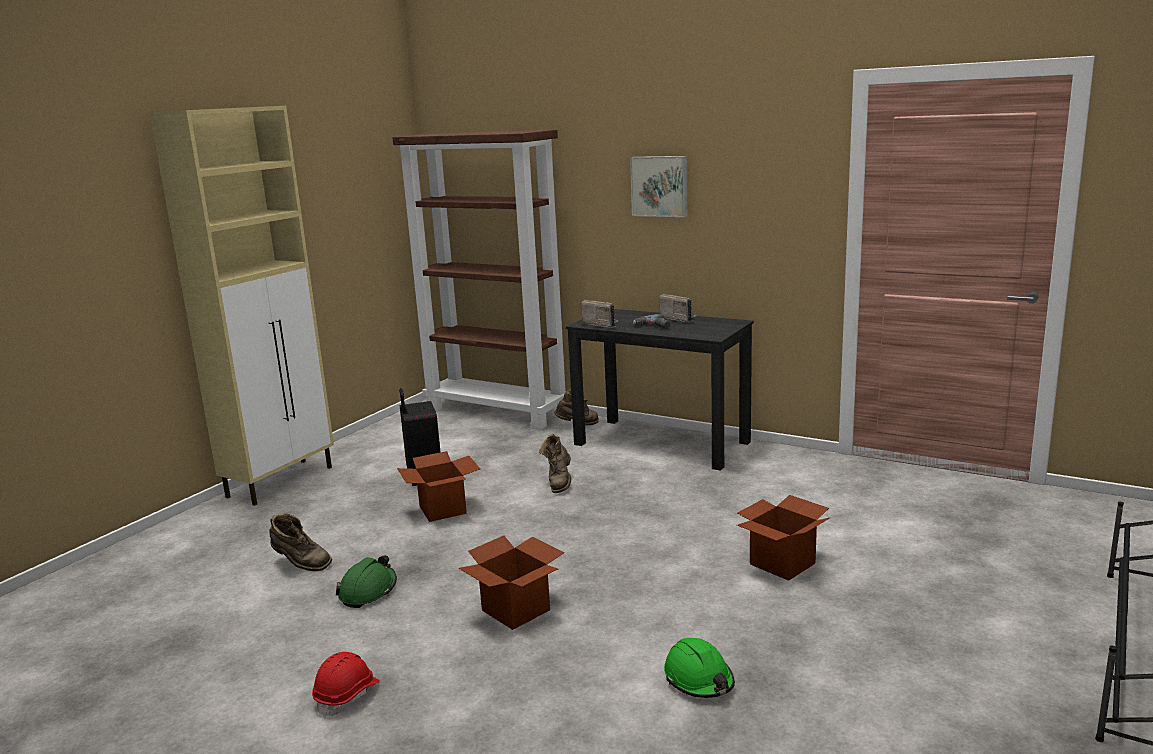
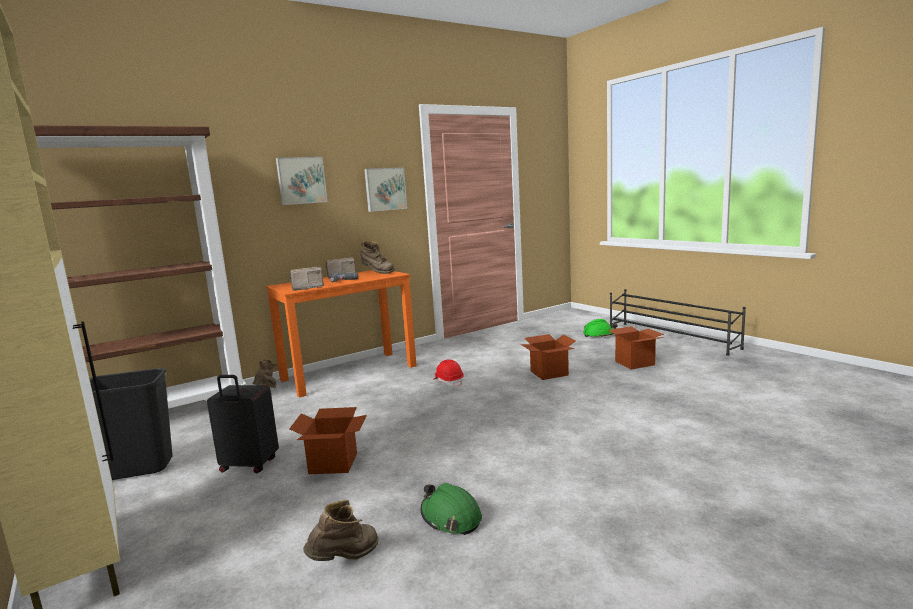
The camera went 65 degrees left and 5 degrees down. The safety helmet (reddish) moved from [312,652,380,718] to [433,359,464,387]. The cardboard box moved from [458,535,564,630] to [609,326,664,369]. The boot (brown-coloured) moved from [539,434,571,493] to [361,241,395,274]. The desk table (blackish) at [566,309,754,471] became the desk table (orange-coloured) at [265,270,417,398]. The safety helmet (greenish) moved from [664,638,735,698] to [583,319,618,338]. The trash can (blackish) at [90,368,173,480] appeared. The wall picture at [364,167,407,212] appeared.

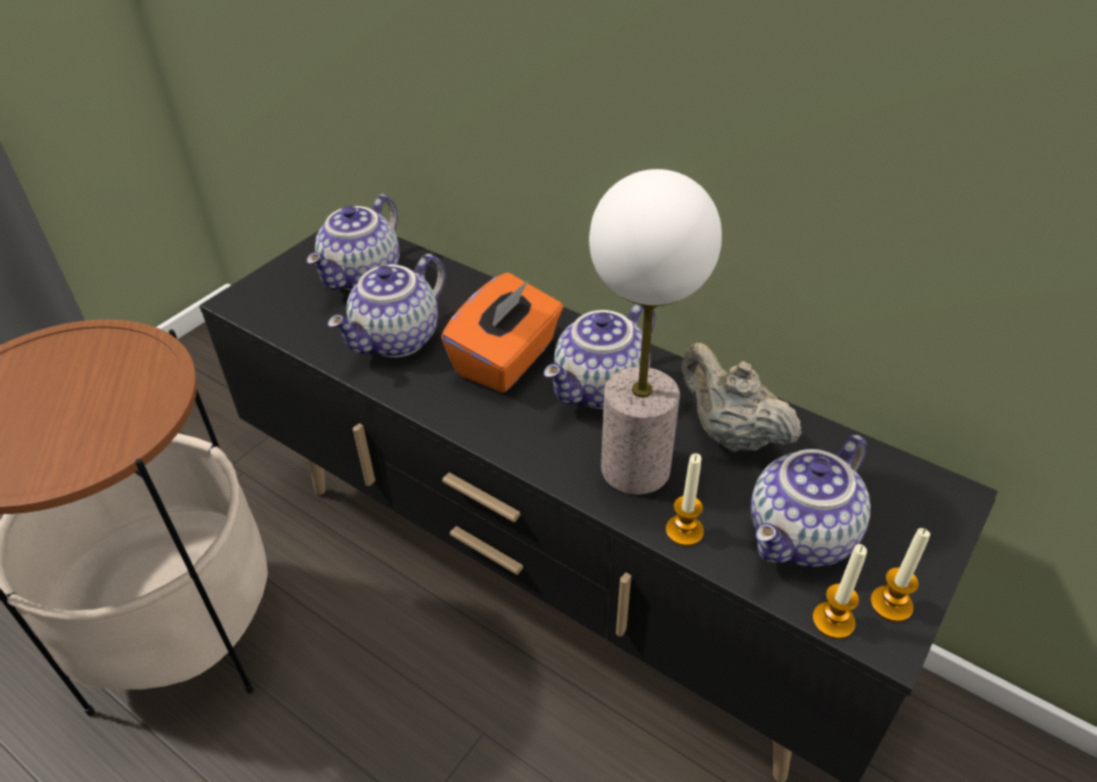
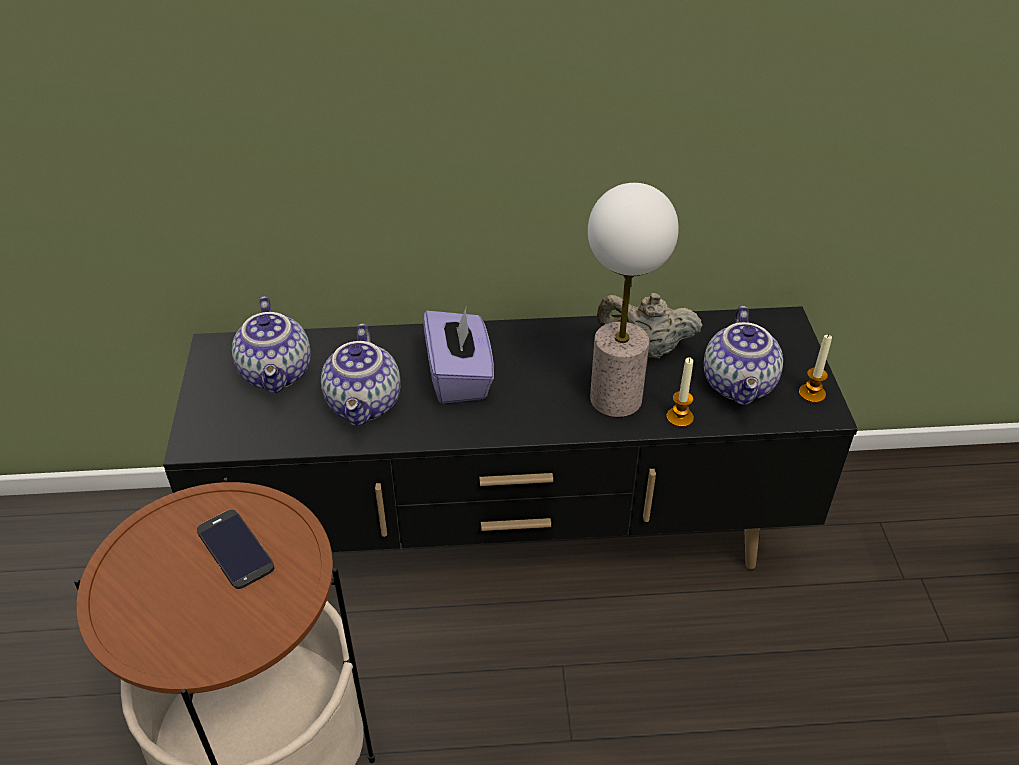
The camera went 40 degrees left and 0 degrees up. The tissue box (orange-coloured) at [441,272,563,393] became the tissue box (purple) at [423,308,494,404]. The pot for tea at [544,304,656,409] disappeared. The candle at [812,544,867,639] disappeared. The telephone at [197,510,275,589] appeared.

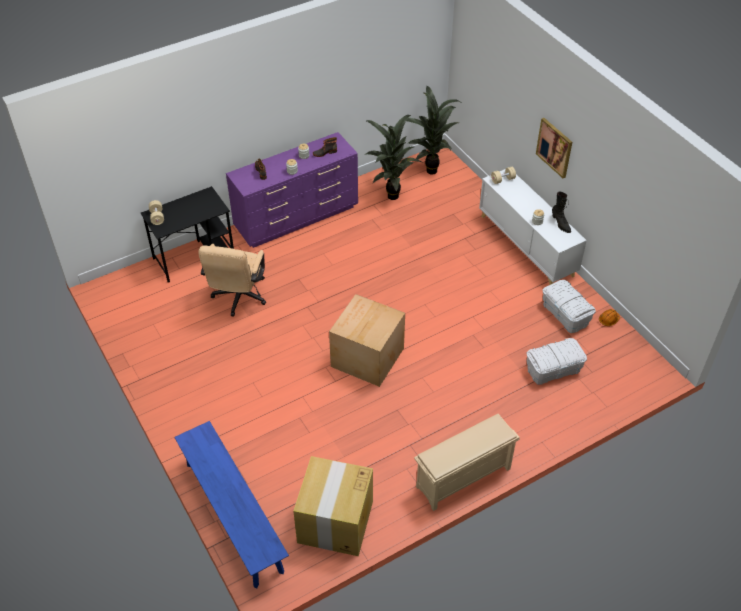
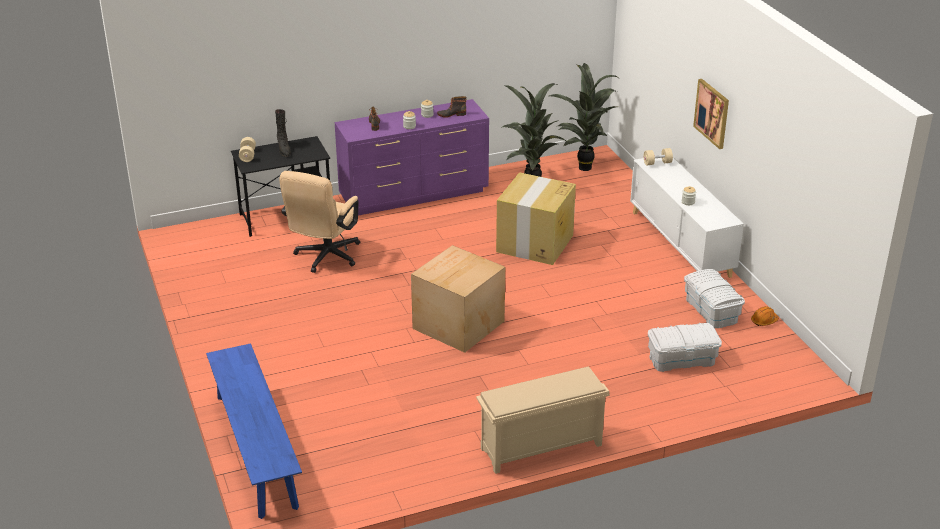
The camera went 10 degrees right and 15 degrees down. The cardboard box moved from [293,456,373,556] to [496,172,576,265]. The boot (blackish) moved from [552,192,571,233] to [275,109,291,157].

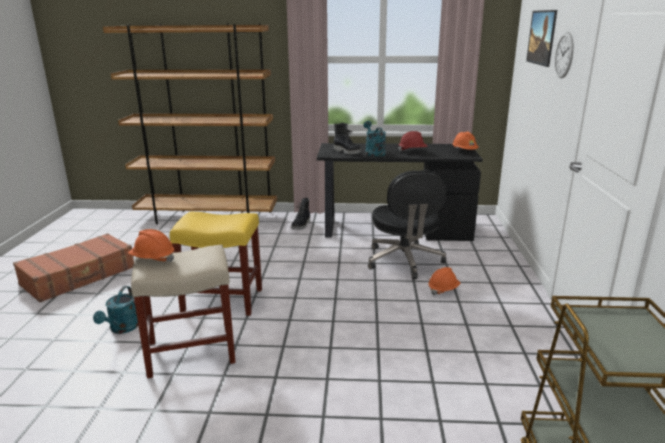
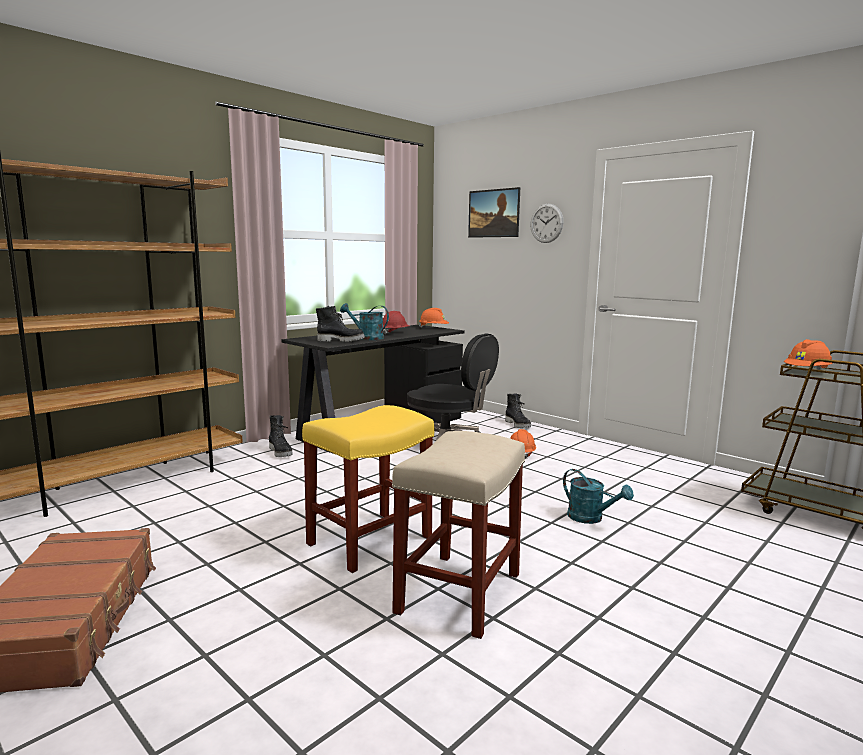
The camera went 50 degrees left and 10 degrees down. The sprinkling can (turquoise) moved from [93,286,138,334] to [563,469,634,524]. The safety helmet (orange-coloured) moved from [128,229,174,262] to [784,339,832,370]. The boot (blackish) at [505,393,531,428] appeared.

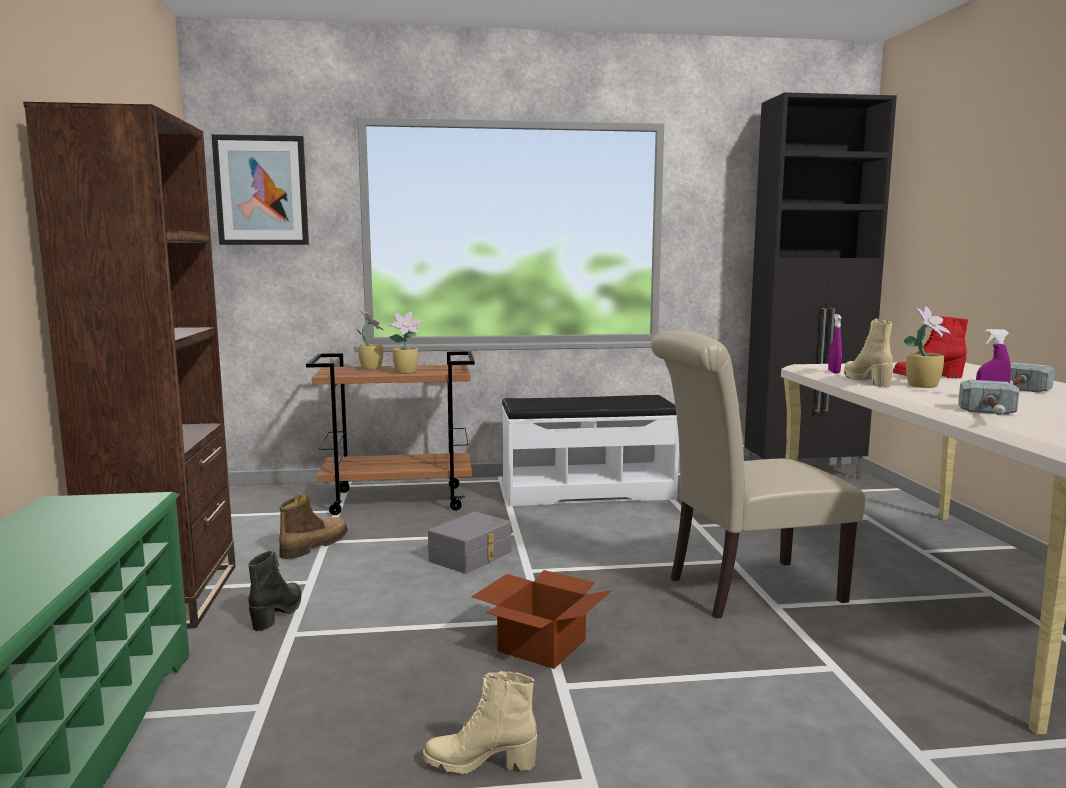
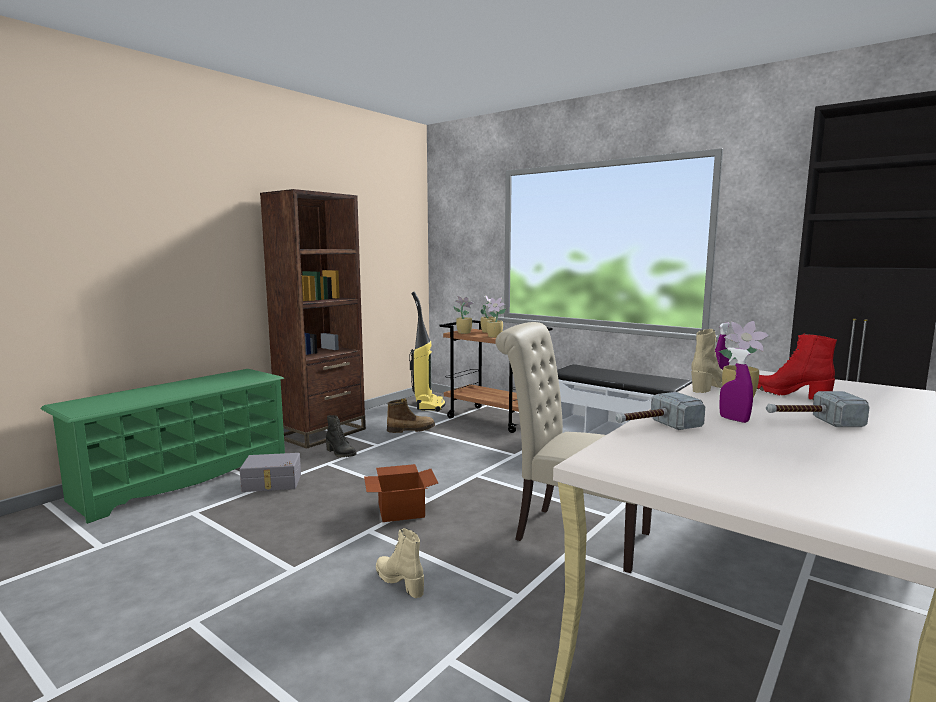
The camera went 45 degrees right and 0 degrees up. The wall picture at [211,134,309,245] disappeared. The boot (blackish) at [248,551,301,631] turned 75 degrees clockwise. The boot (sand-coloured) moved from [423,671,537,774] to [376,528,424,598]. The storage box (greyish) moved from [428,512,511,574] to [240,453,301,492]. The hoover at [409,292,446,411] appeared. The houseplant at [453,296,473,334] appeared.

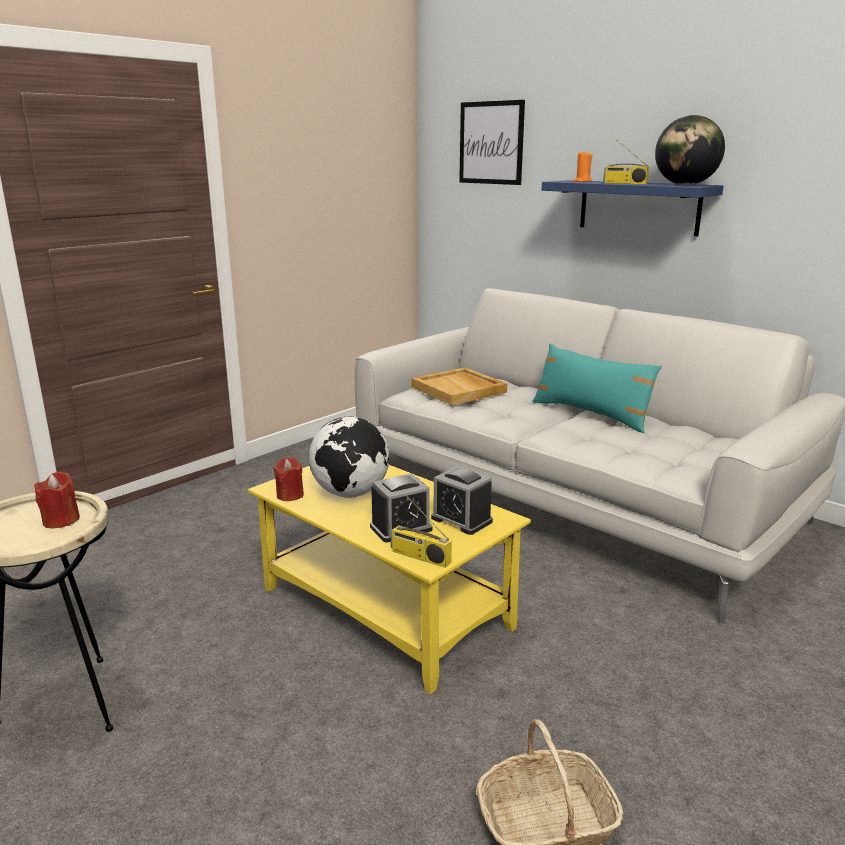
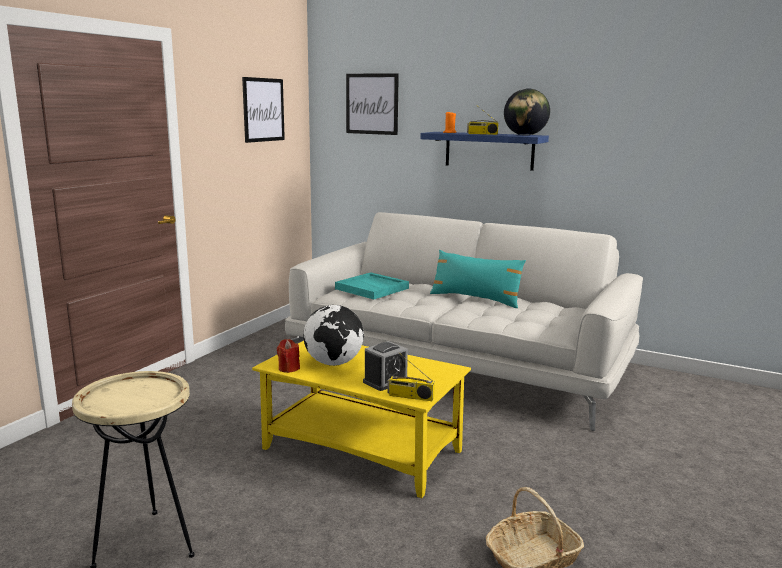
The camera went 15 degrees left and 5 degrees down. The candle (reddish) at [34,472,80,528] disappeared. The tray (sand-coloured) at [411,367,507,405] became the tray (turquoise) at [335,272,409,299]. The bedside clock at [431,466,493,535] disappeared. The wall picture at [242,77,285,143] appeared.

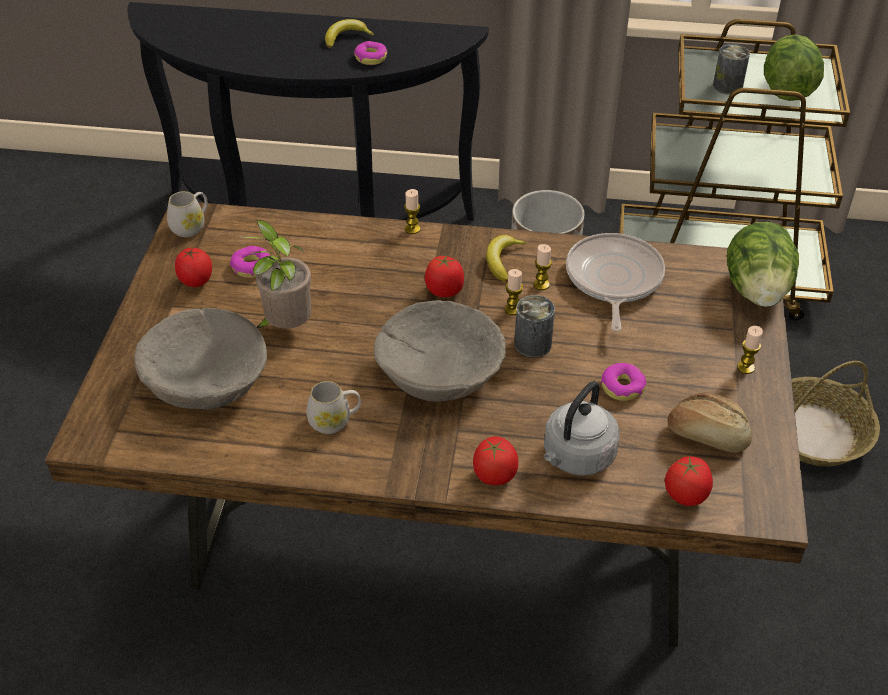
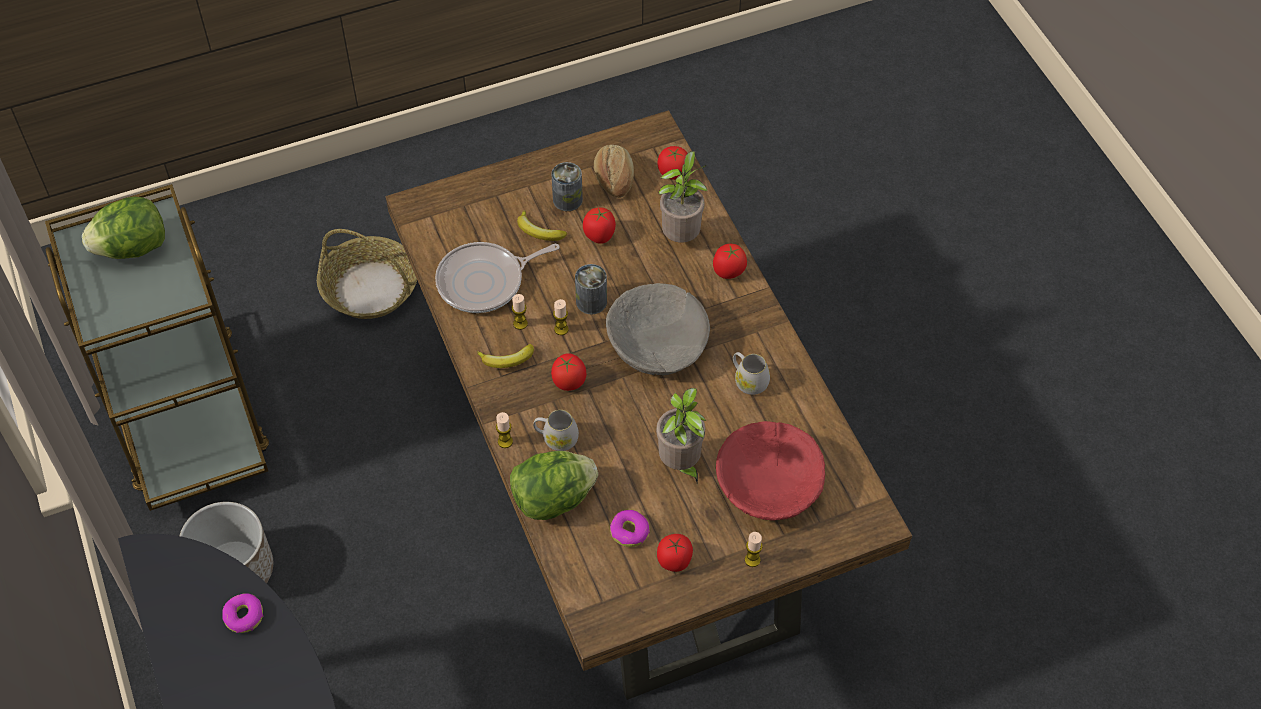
The camera went 120 degrees left and 10 degrees up. The deep dish (sand-coloured) at [134,308,267,409] became the deep dish (reddish) at [716,421,825,521]. The coffee mug (whitish) moved from [167,191,208,237] to [533,410,579,451]. The banana moved from [325,19,374,48] to [517,210,567,241]. The water kettle (greyish) at [544,381,620,476] was replaced by the houseplant at [659,151,708,243]. The donut at [601,363,647,401] was replaced by the whole tomato at [583,207,616,244]. The can moved from [713,44,750,95] to [551,162,583,211]. The lettuce head moved from [727,222,799,307] to [510,451,598,520]. The candle moved from [737,326,763,374] to [745,532,763,567].

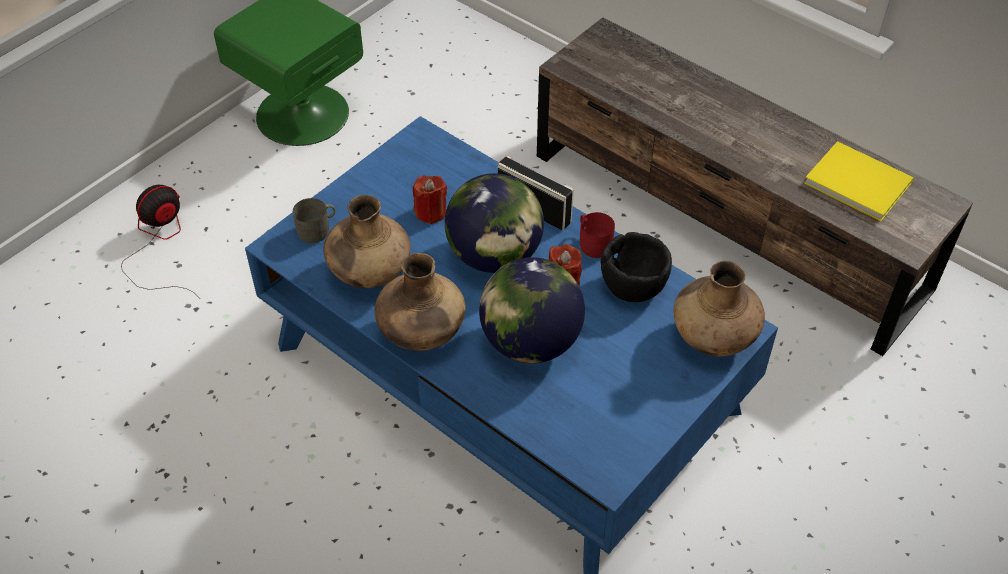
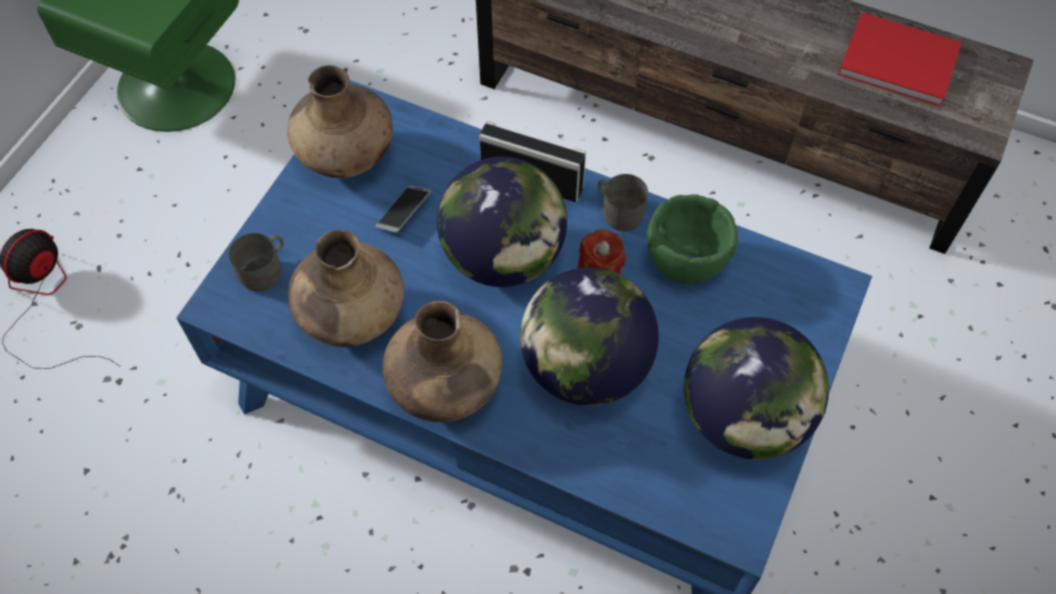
The camera went 15 degrees left and 10 degrees up. The candle (reddish) at [413,176,447,224] was replaced by the telephone at [375,185,431,233]. The coffee mug (reddish) at [580,212,615,258] became the coffee mug (greyish) at [598,174,648,231]. The deep dish (blackish) at [601,232,672,302] became the deep dish (greenish) at [647,194,738,284]. The vase (brown-coloured) moved from [673,261,765,357] to [287,65,393,178]. The volume (yellow) at [804,141,914,221] became the volume (reddish) at [838,12,962,106]. The world globe at [684,317,829,460] appeared.

